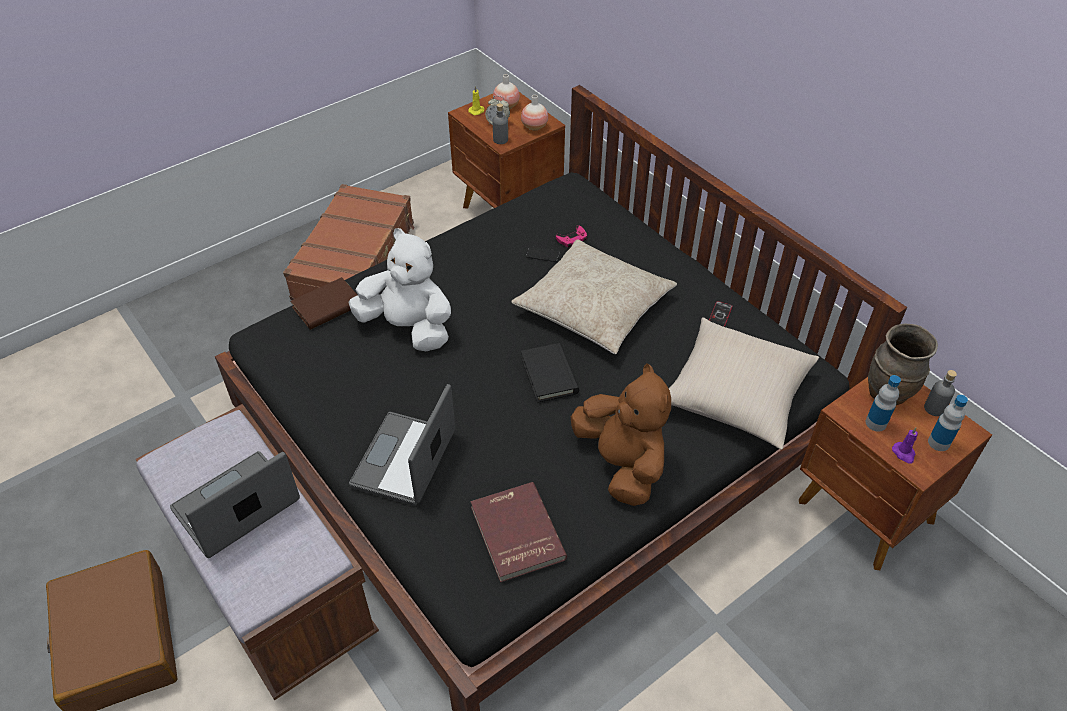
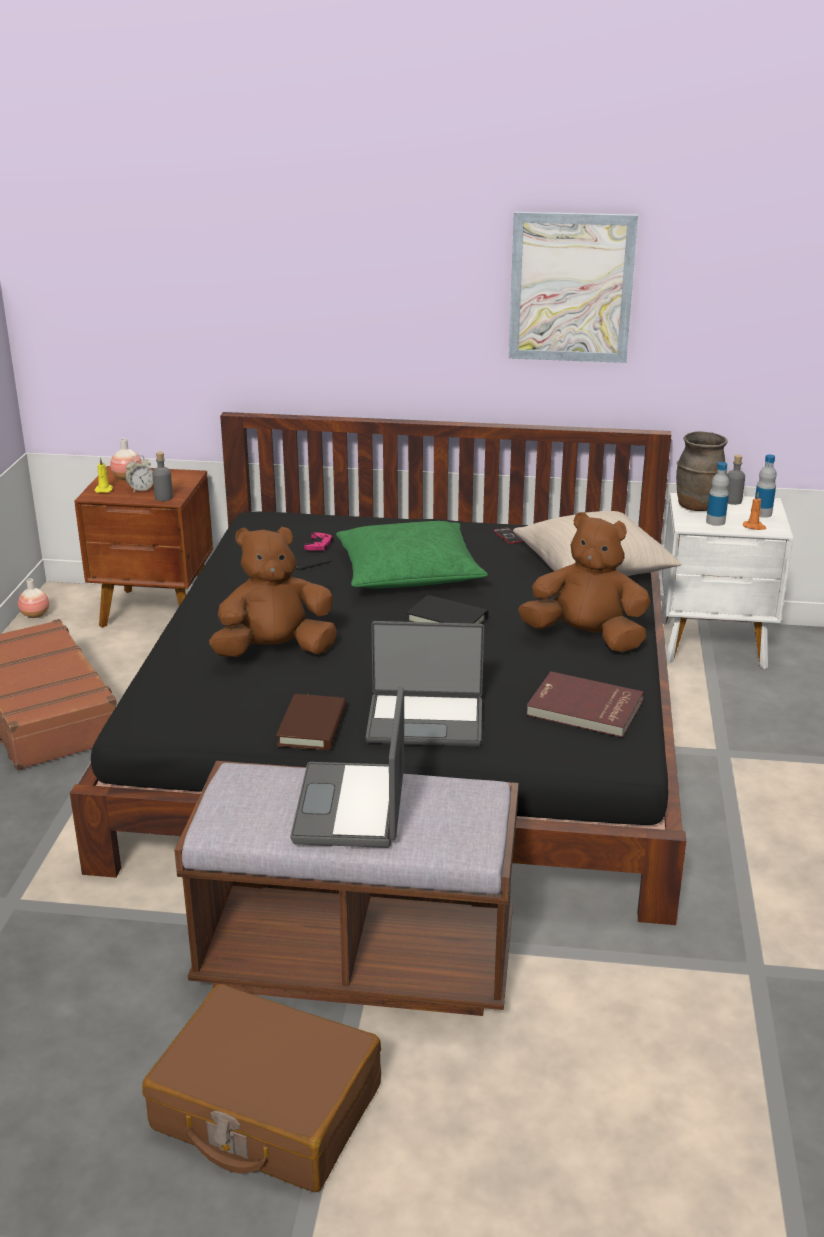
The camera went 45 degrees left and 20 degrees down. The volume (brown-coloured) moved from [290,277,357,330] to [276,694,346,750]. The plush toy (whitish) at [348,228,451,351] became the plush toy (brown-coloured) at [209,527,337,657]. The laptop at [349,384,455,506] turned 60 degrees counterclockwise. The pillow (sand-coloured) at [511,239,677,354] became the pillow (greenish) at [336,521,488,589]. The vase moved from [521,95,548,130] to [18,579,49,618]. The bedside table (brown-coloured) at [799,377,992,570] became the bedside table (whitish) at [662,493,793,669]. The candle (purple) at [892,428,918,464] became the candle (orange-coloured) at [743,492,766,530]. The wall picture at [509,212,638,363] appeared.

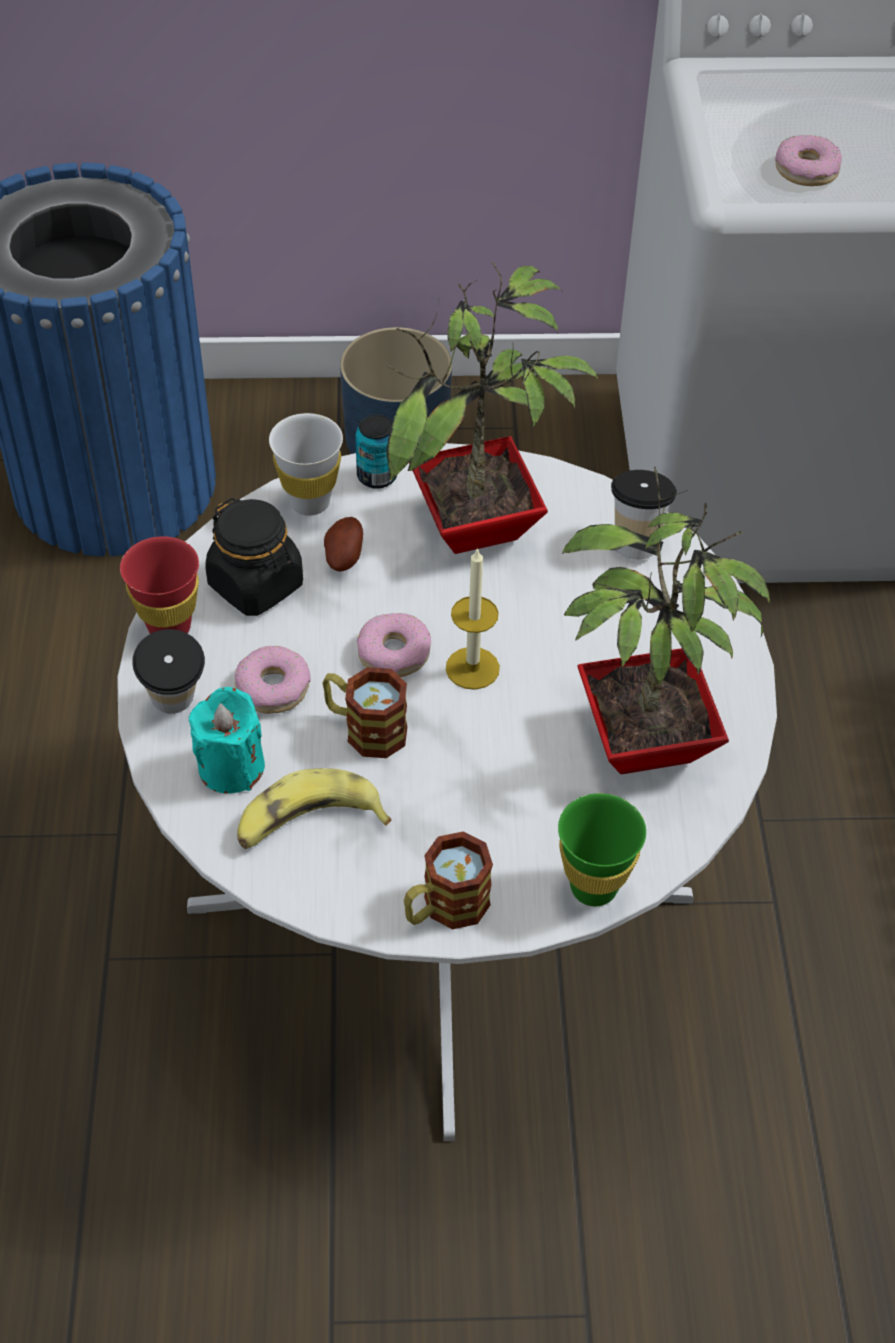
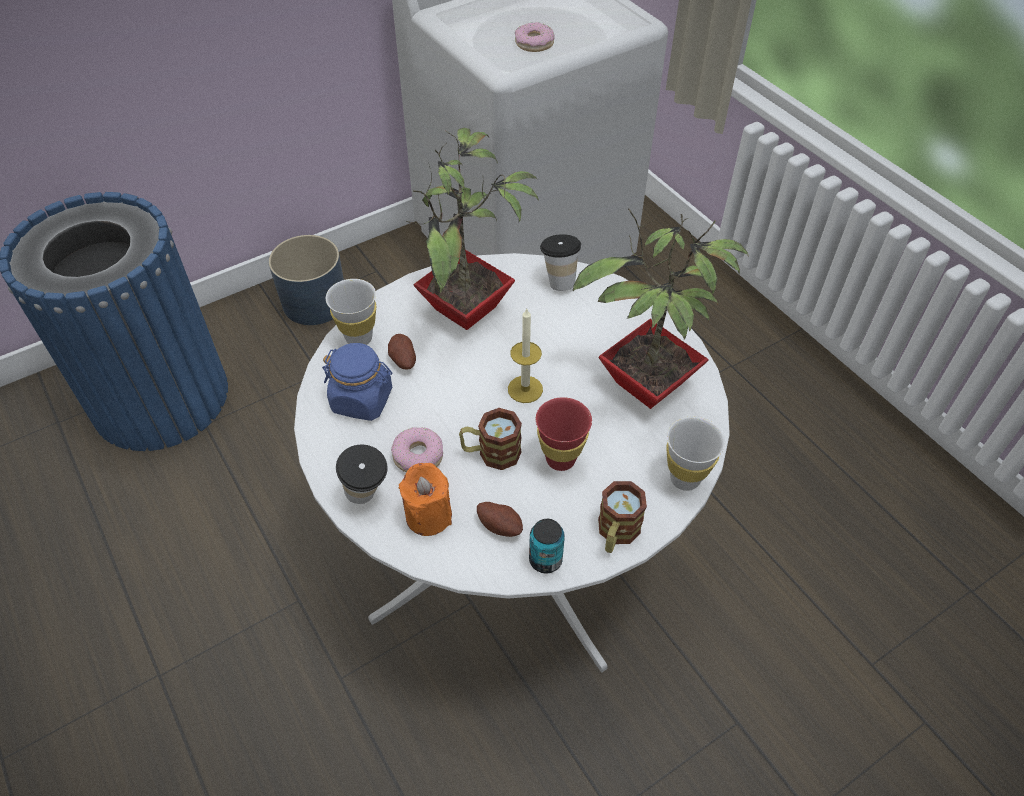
The camera went 30 degrees left and 0 degrees up. The cup (reddish) moved from [120,536,199,634] to [536,397,592,471]. The candle (turquoise) at [189,687,265,794] became the candle (orange-coloured) at [398,463,452,536]. The storage jar (blackish) at [205,498,303,616] became the storage jar (bluish) at [322,343,392,421]. The banana at [237,768,391,849] was replaced by the spud at [477,502,523,537]. The can moved from [355,414,397,489] to [529,519,565,573]. The donut at [357,613,431,677] disappeared. The cup (greenish) at [558,793,646,906] became the cup (whitish) at [666,417,725,491].

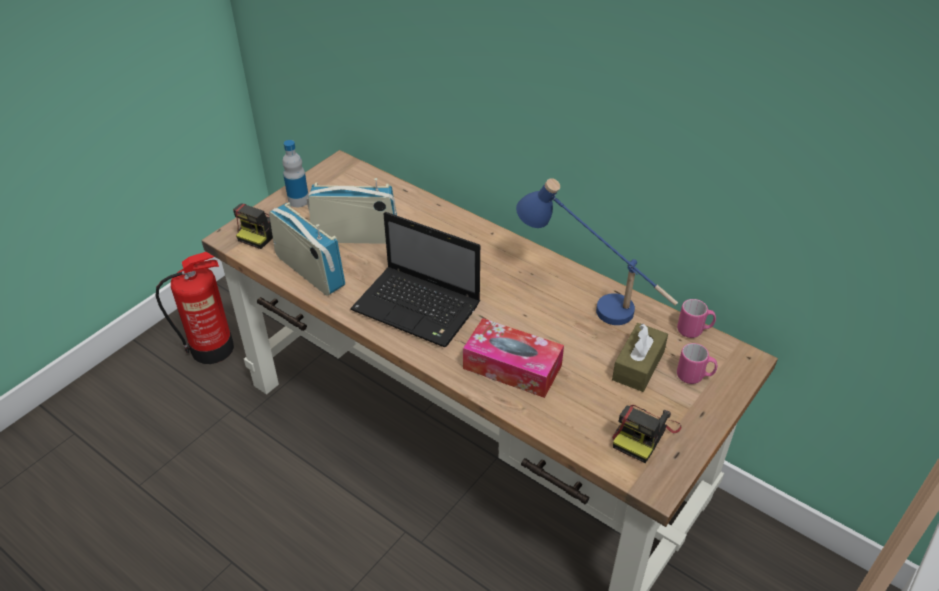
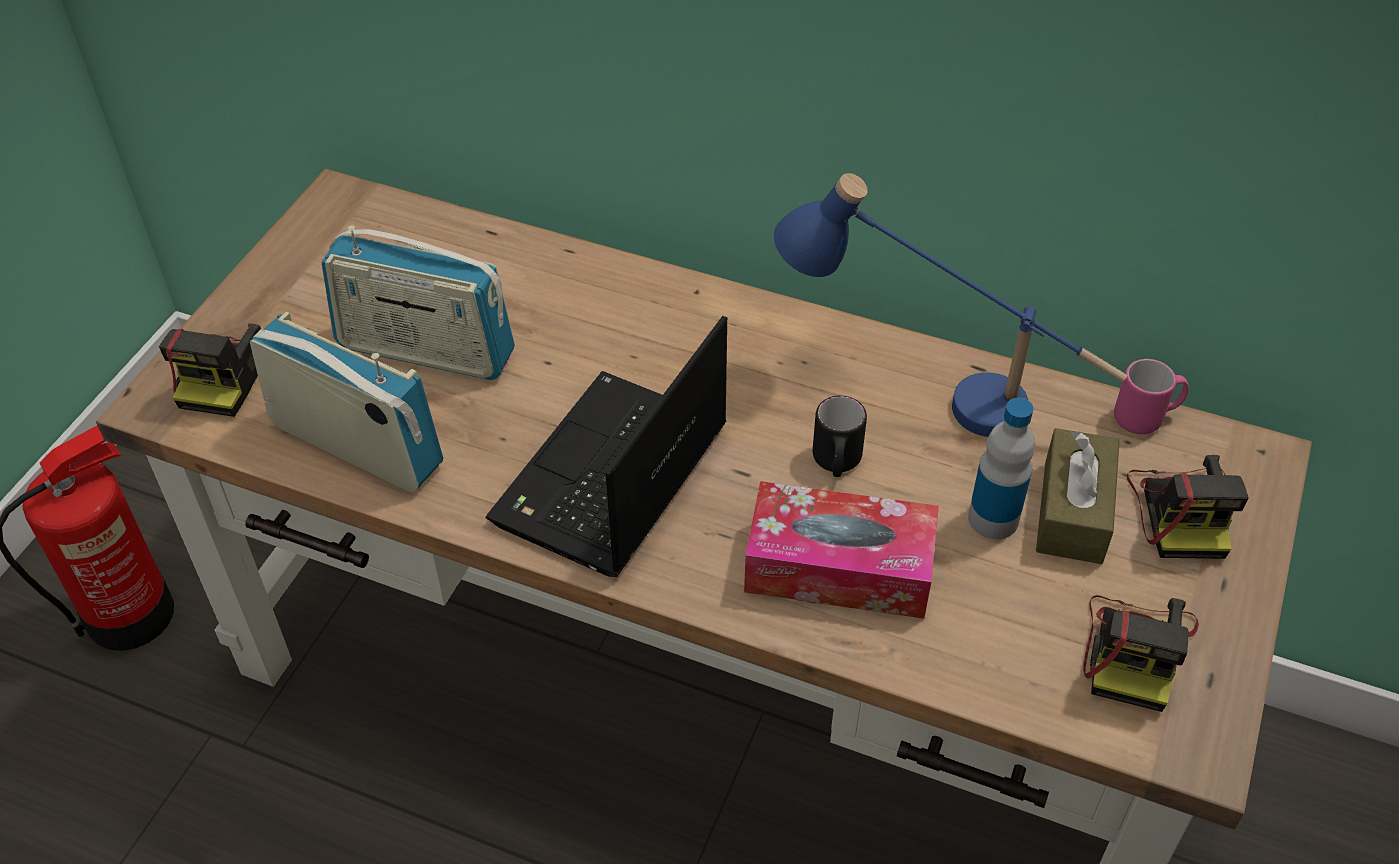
The camera went 15 degrees left and 5 degrees up. The bottle moved from [282,140,309,207] to [968,398,1035,539]. The radio set at [307,178,397,244] turned 150 degrees counterclockwise. The laptop at [350,212,480,347] turned 105 degrees clockwise. The coffee mug (pink) at [677,343,717,384] was replaced by the photo camera at [1127,455,1249,559]. The coffee mug (blackish) at [813,396,867,477] appeared.

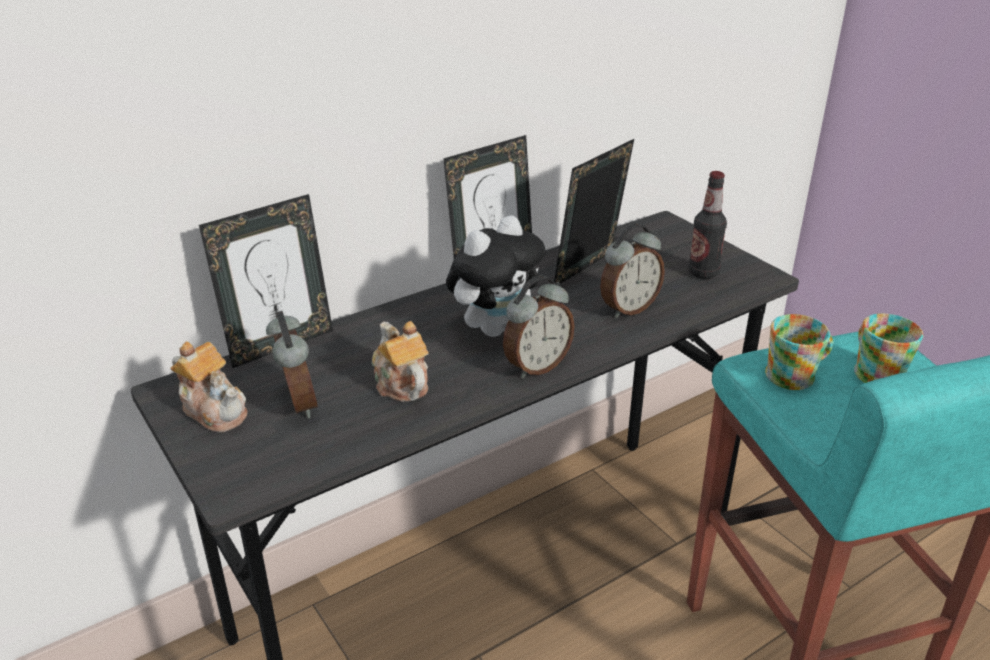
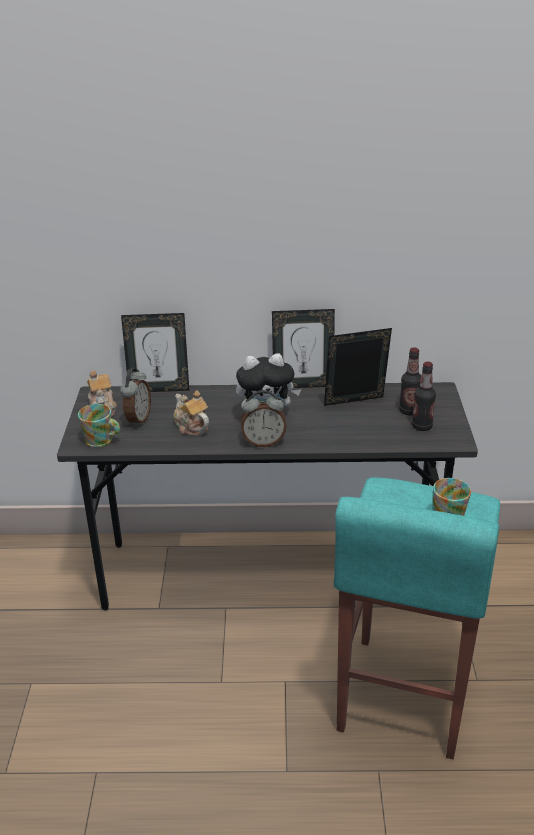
The camera went 35 degrees right and 0 degrees up. The pot for tea at [372,321,428,402] turned 45 degrees counterclockwise. The bedside clock at [600,224,665,318] disappeared. The coffee mug moved from [765,314,833,390] to [78,404,120,447]. The bottle at [399,347,421,416] appeared.

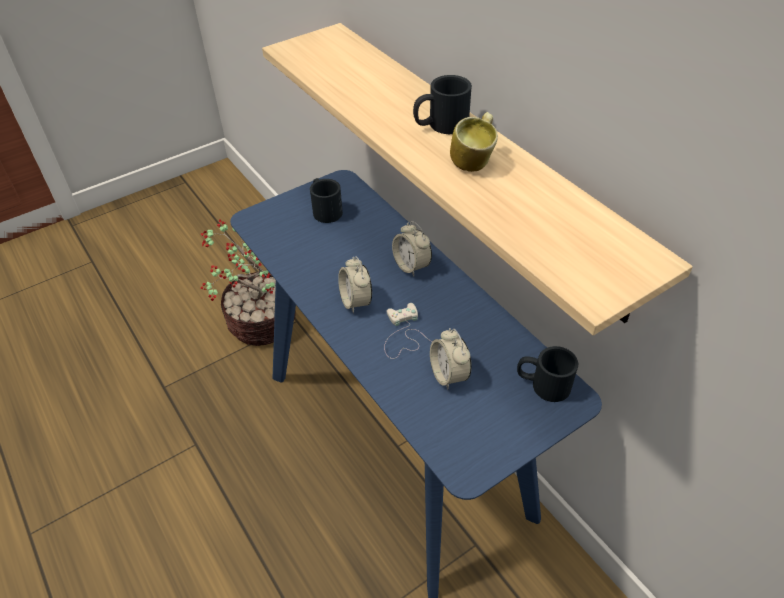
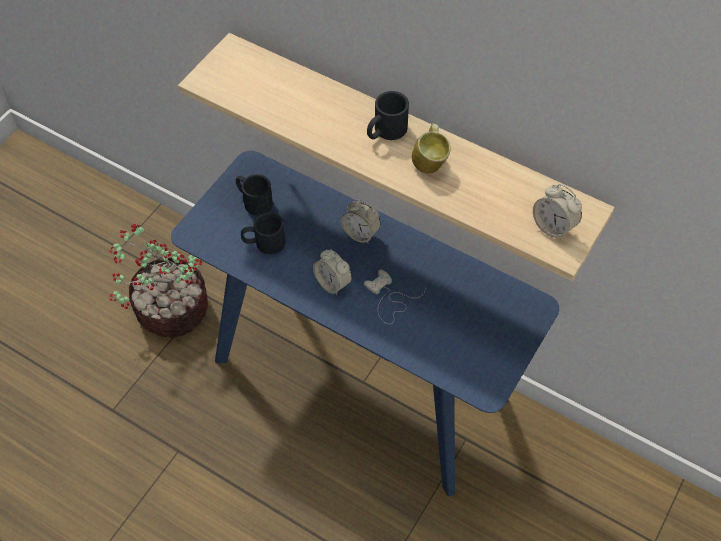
The camera went 25 degrees left and 10 degrees up. The bedside clock moved from [430,328,472,390] to [533,184,582,240]. The coffee mug (blackish) moved from [517,346,578,402] to [241,212,285,254].

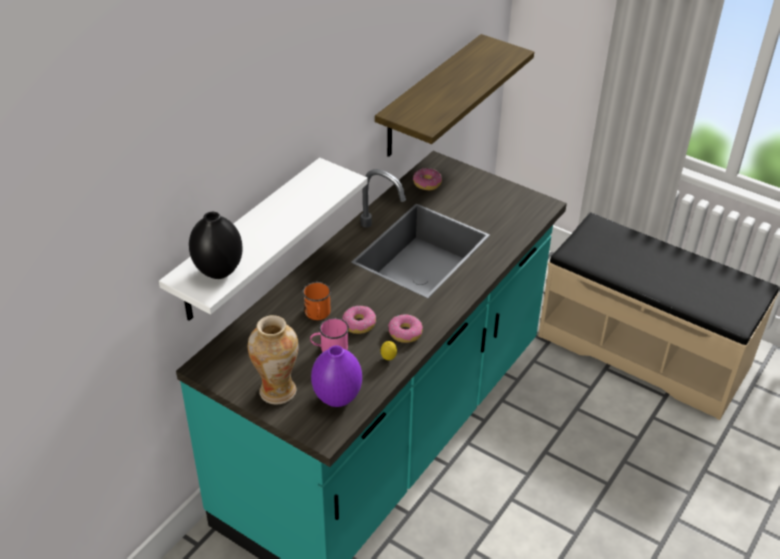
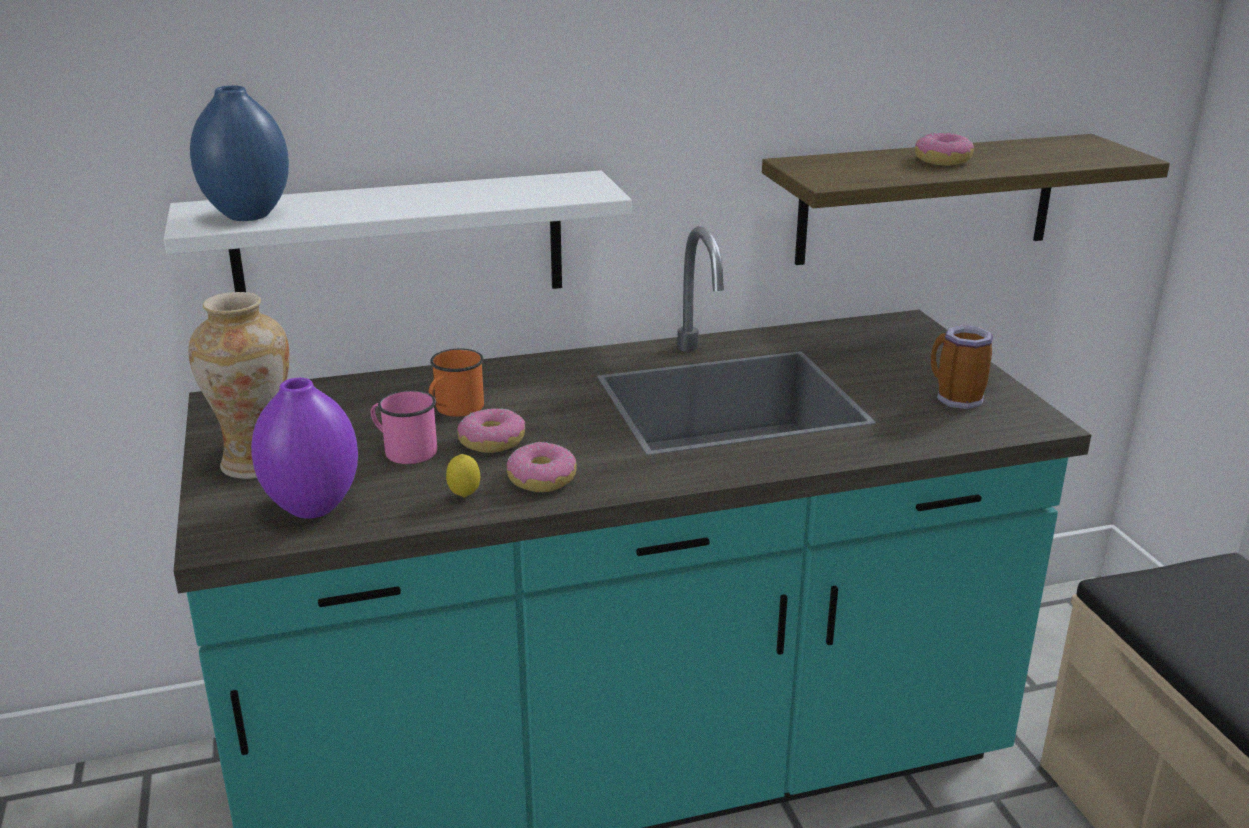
The camera went 40 degrees right and 15 degrees down. The vase (blackish) at [189,212,243,279] became the vase (bluish) at [190,85,289,221]. The donut moved from [413,168,442,190] to [915,133,974,166]. The coffee mug at [931,325,993,409] appeared.

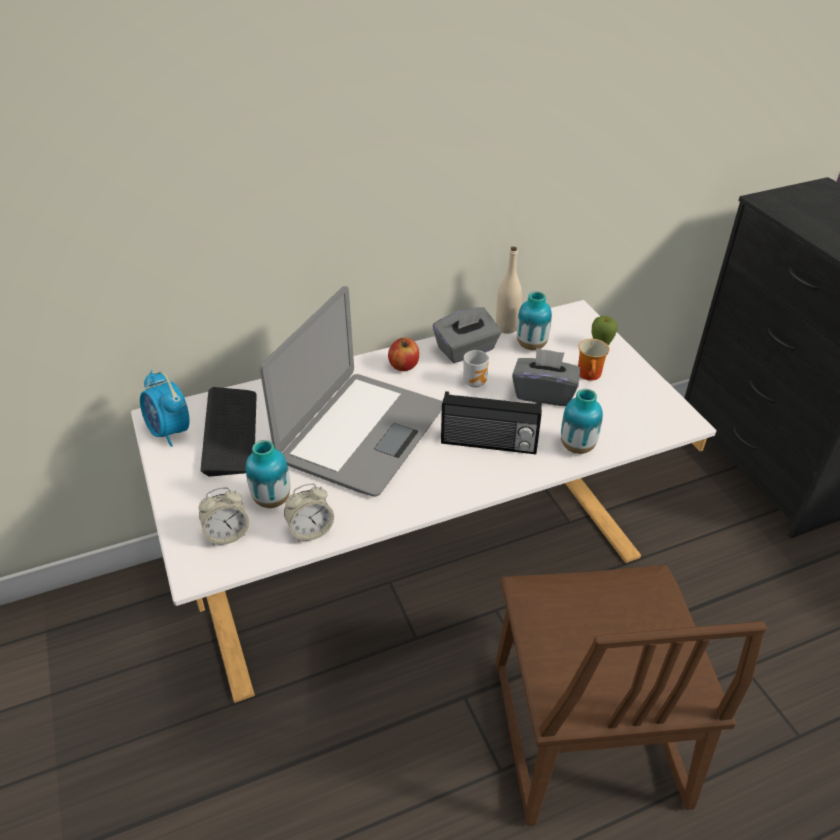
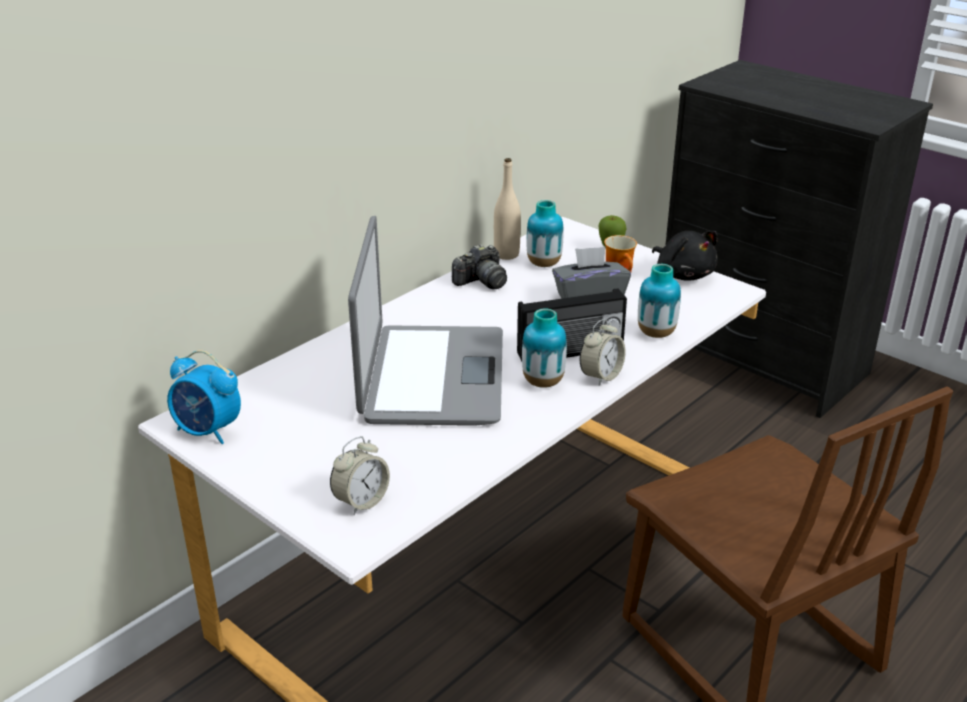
The camera went 25 degrees left and 10 degrees down. The computer keyboard at [200,387,257,477] disappeared. The vase moved from [246,440,290,508] to [522,308,567,388]. The bedside clock moved from [284,484,334,542] to [580,319,626,386]. The whole apple at [388,338,419,371] disappeared. The tissue box (greyish) at [433,307,501,363] was replaced by the photo camera at [452,244,507,289]. The coffee mug at [463,350,489,388] disappeared. The plush toy (blackish) at [652,231,718,280] appeared.

